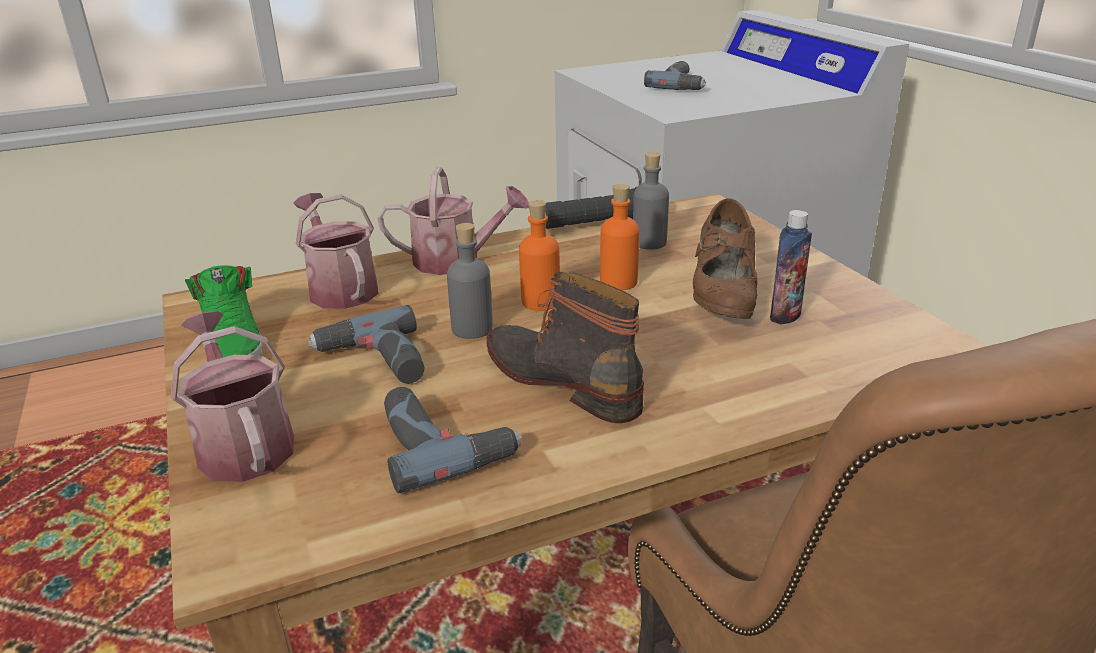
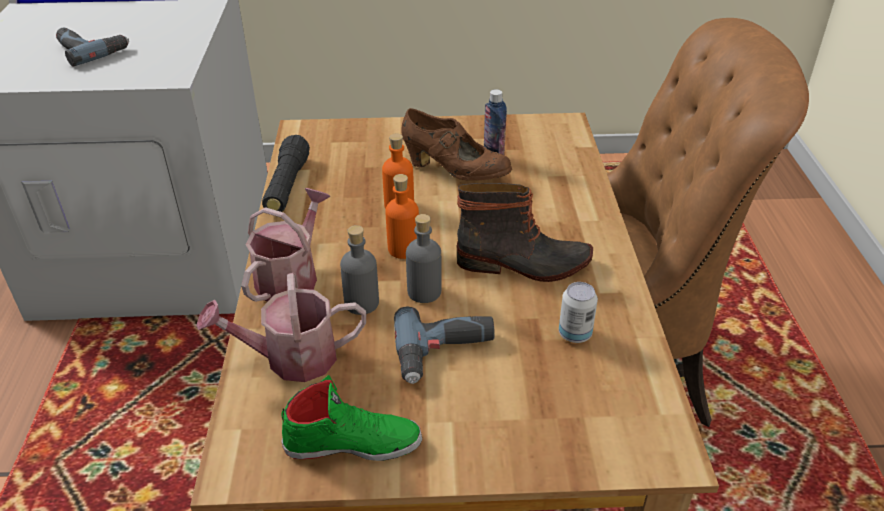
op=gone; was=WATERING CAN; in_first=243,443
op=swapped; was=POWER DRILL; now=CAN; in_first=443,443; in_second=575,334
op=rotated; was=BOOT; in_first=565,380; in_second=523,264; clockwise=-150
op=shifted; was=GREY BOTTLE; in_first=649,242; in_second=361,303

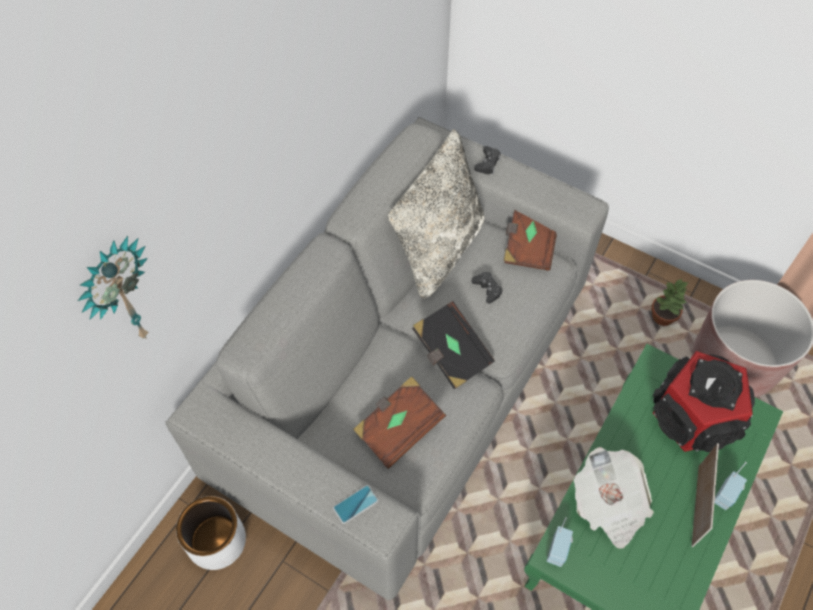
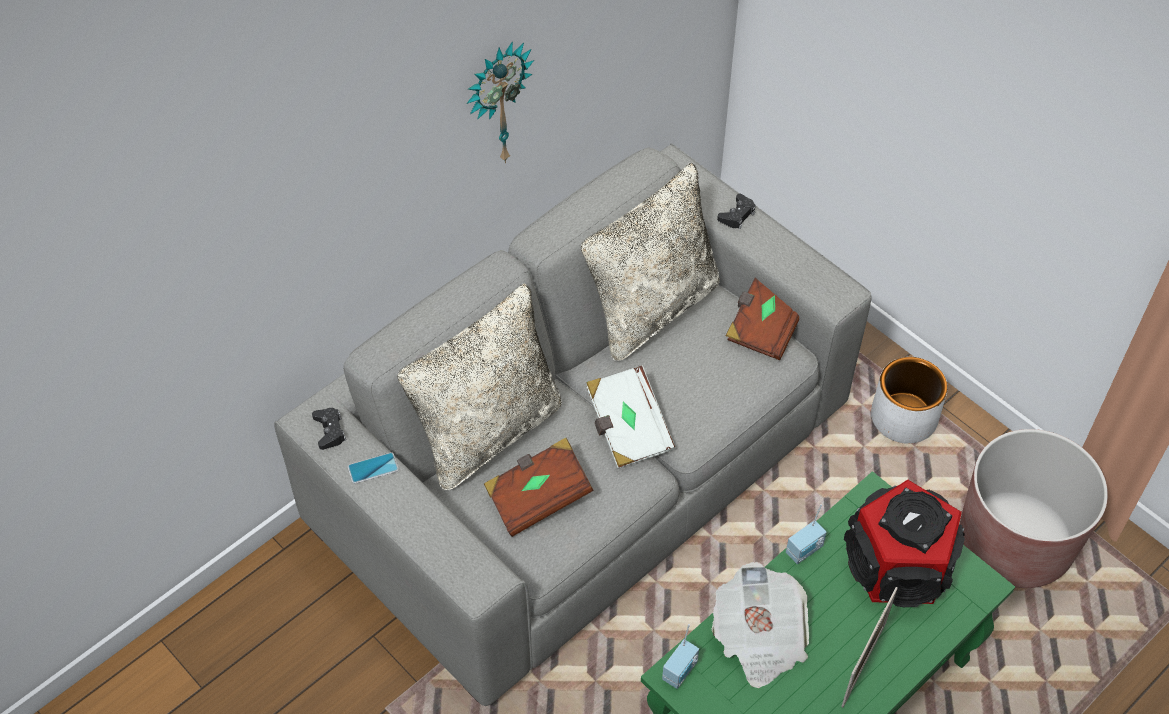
op=shifted; was=WALL CLOCK; in_first=119,295; in_second=497,103
op=shifted; was=WHITE PLANTER; in_first=217,541; in_second=904,417
op=shifted; was=PHONE; in_first=355,504; in_second=373,468
op=repainted; was=BLACK BOOK; now=WHITE BOOK; in_first=451,353; in_second=627,429
op=shifted; was=BLACK GAME CONTROLLER; in_first=487,289; in_second=330,431
op=gone; was=POTTED PLANT; in_first=663,317
op=shifted; was=RADIO; in_first=726,495; in_second=805,551
op=new; now=BEIGE PILLOW; in_second=491,434

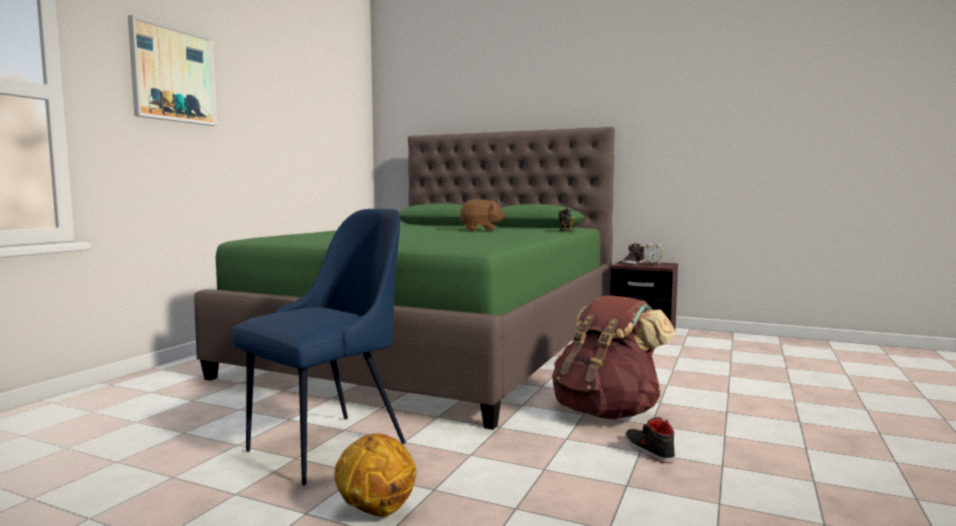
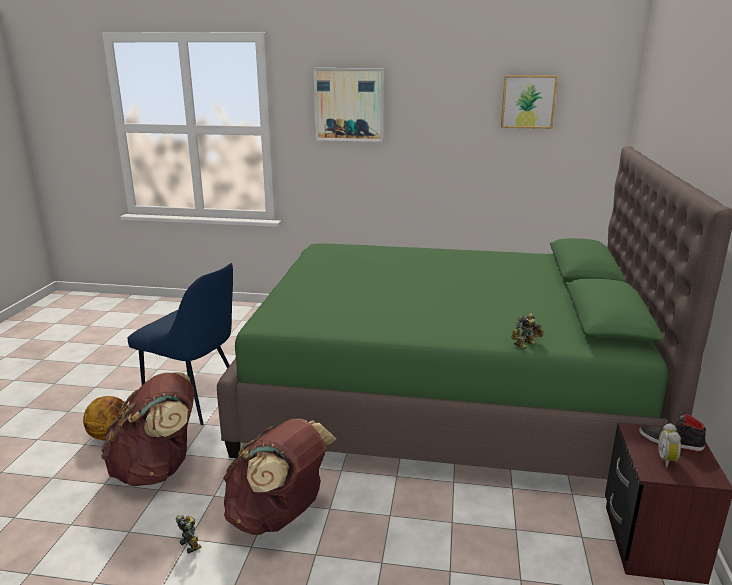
op=gone; was=BROWN PLUSH TOY; in_first=480,230
op=swapped; was=BLACK SHOE; now=TOY ROBOT; in_first=648,450; in_second=192,543
op=new; now=BROWN BACKPACK; in_second=157,469
op=new; now=PICTURE; in_second=528,101

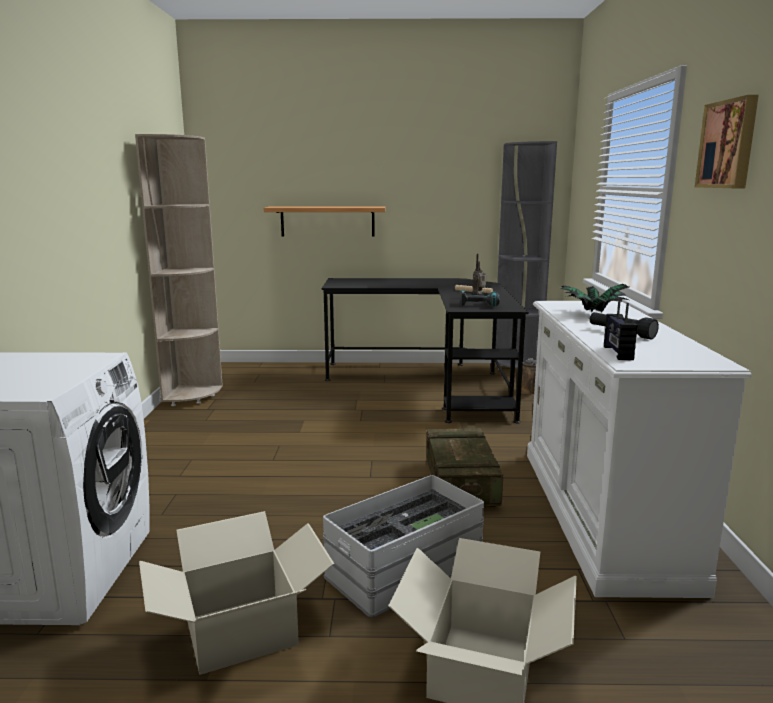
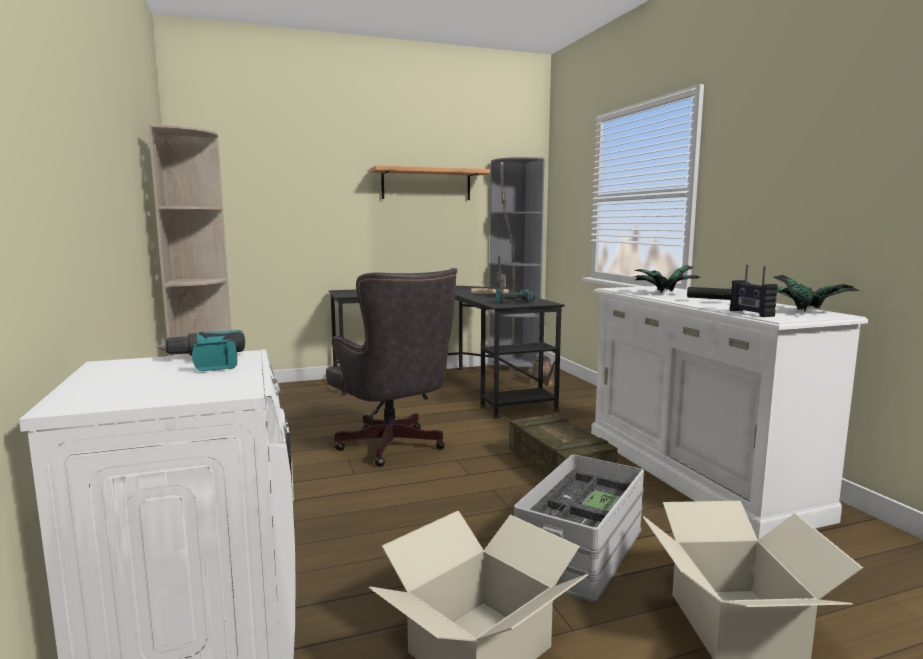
op=shifted; was=SHELF; in_first=327,221; in_second=426,184
op=gone; was=PICTURE; in_first=729,144
op=new; now=POWER DRILL; in_second=205,362
op=new; now=GREY OFFICE CHAIR; in_second=394,447
op=new; now=POTTED PLANT; in_second=808,312

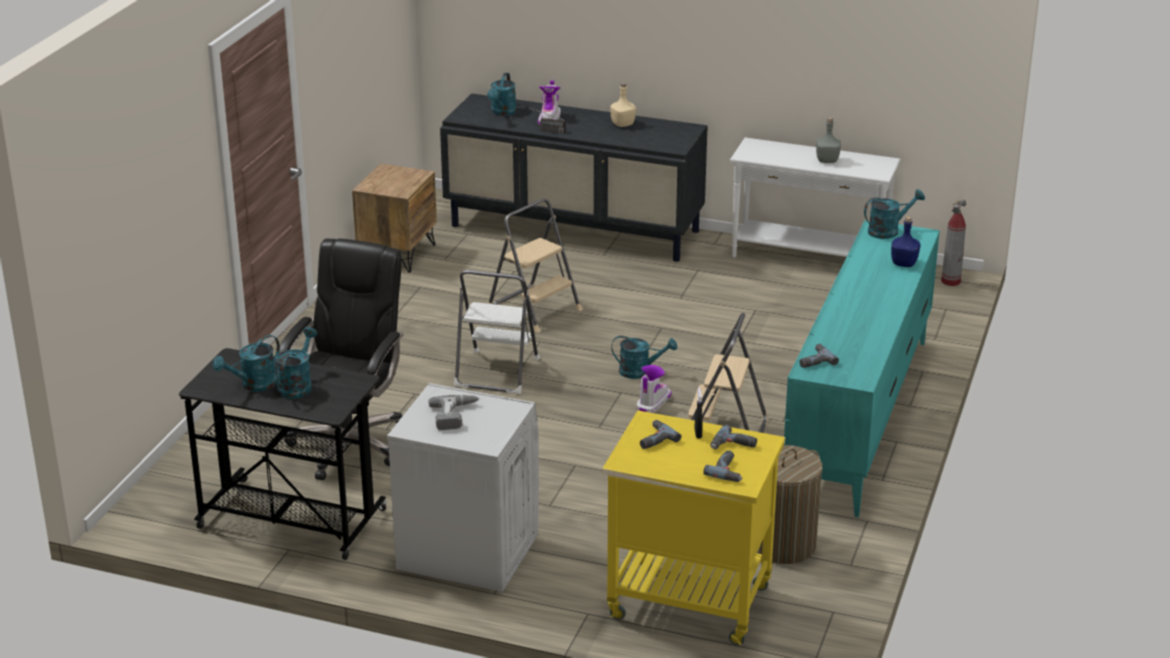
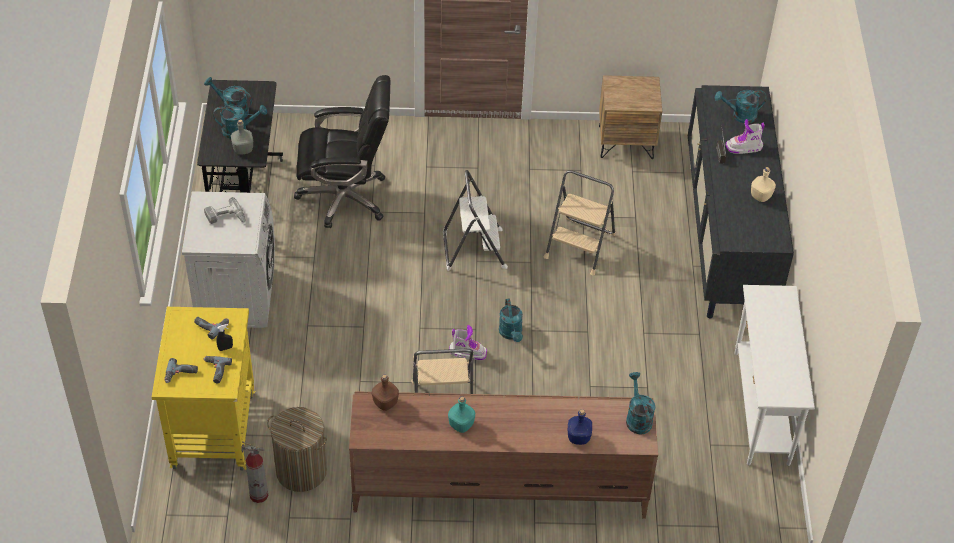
op=repainted; was=TURQUOISE CABINET; now=BROWN CABINET; in_first=860,419; in_second=498,491
op=swapped; was=POWER DRILL; now=BROWN BOTTLE; in_first=814,360; in_second=385,403
op=shifted; was=GREY BOTTLE; in_first=827,160; in_second=243,150
op=rotated; was=TURQUOISE WATERING CAN; in_first=888,231; in_second=637,417; clockwise=-150
op=shifted; was=FIRE EXTINGUISHER; in_first=950,281; in_second=259,495
op=new; now=TURQUOISE BOTTLE; in_second=460,425

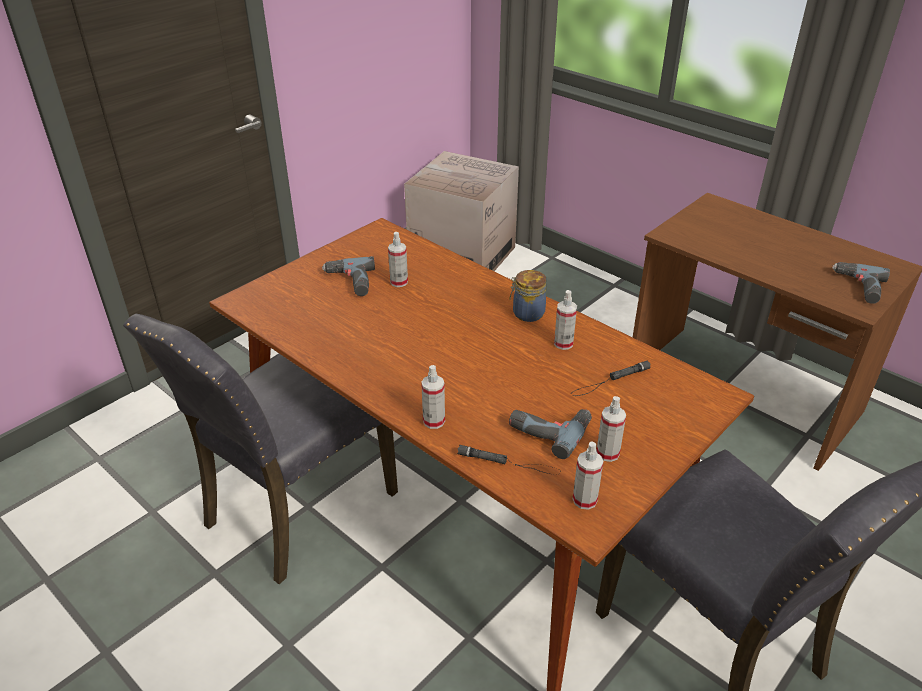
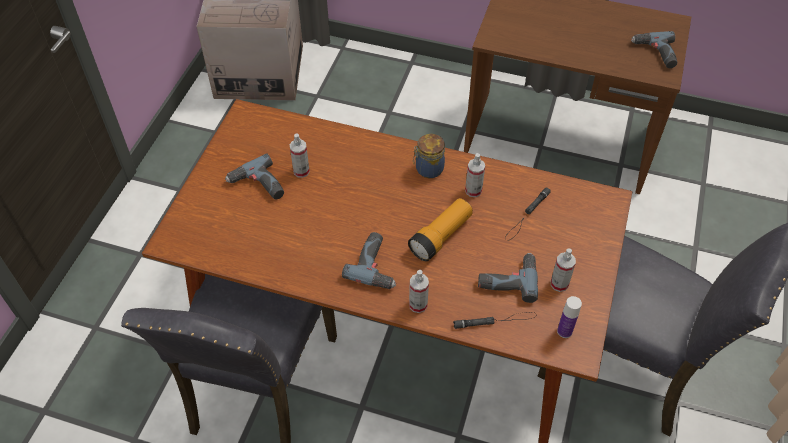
op=swapped; was=SPRAY BOTTLE; now=BOTTLE; in_first=585,500; in_second=564,331
op=new; now=POWER DRILL; in_second=376,265
op=new; now=FLASHLIGHT; in_second=441,236

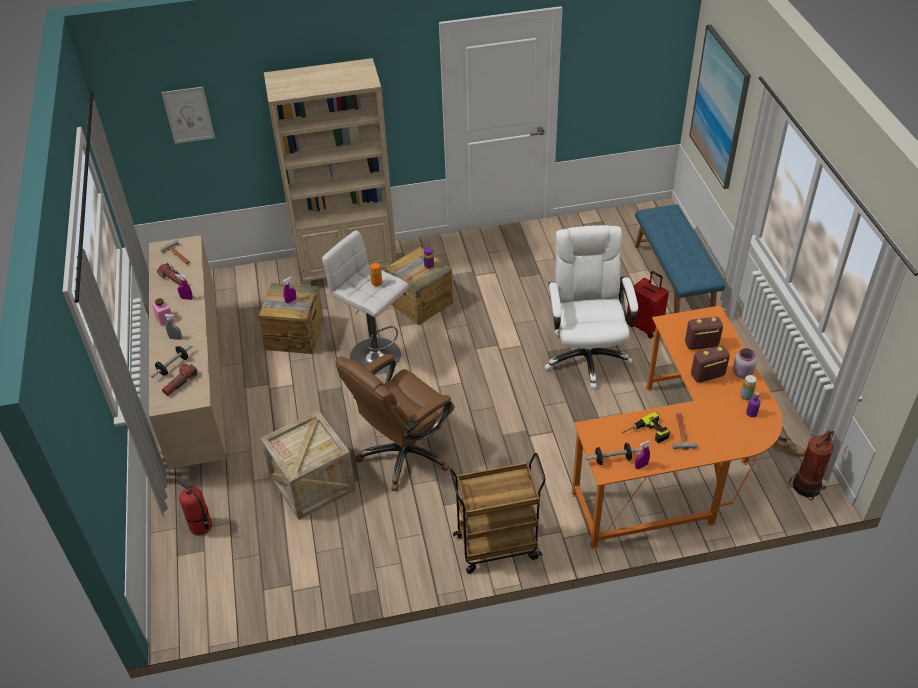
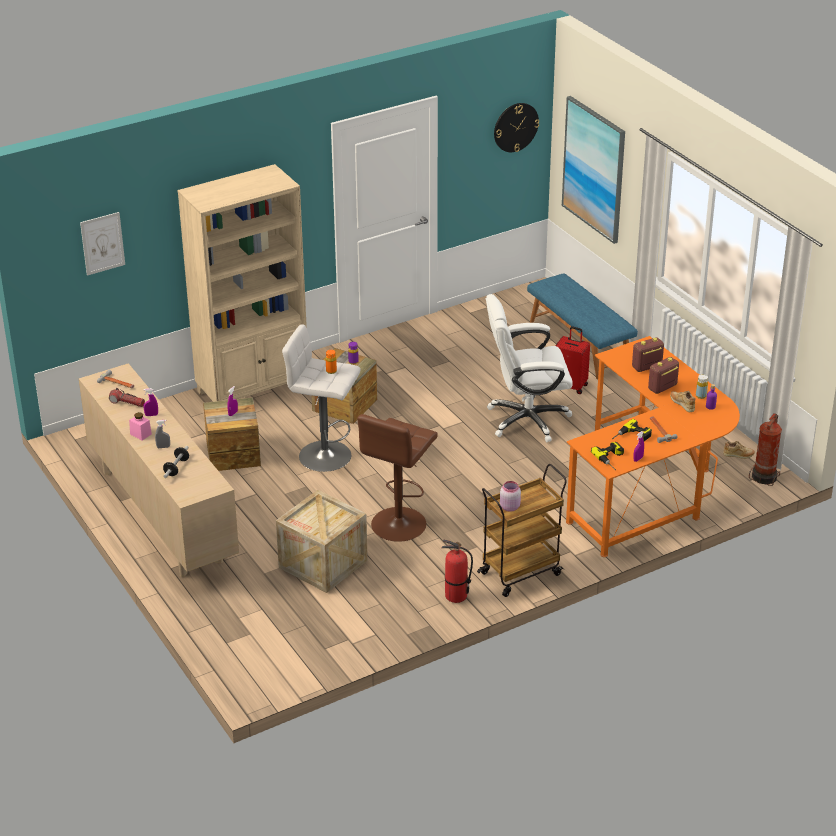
op=gone; was=FLASHLIGHT; in_first=180,383
op=shifted; was=FIRE EXTINGUISHER; in_first=200,526; in_second=455,596
op=swapped; was=BROWN OFFICE CHAIR; now=BROWN STOOL; in_first=404,453; in_second=398,524
op=rotated; was=WHITE OFFICE CHAIR; in_first=586,357; in_second=527,419; clockwise=-75
op=swapped; was=DUMBBELL; now=POWER DRILL; in_first=612,459; in_second=612,459
op=shifted; was=PINK JAR; in_first=742,372; in_second=509,507
op=new; now=WALL CLOCK; in_second=515,127
op=new; now=BEIGE SHOE; in_second=682,405

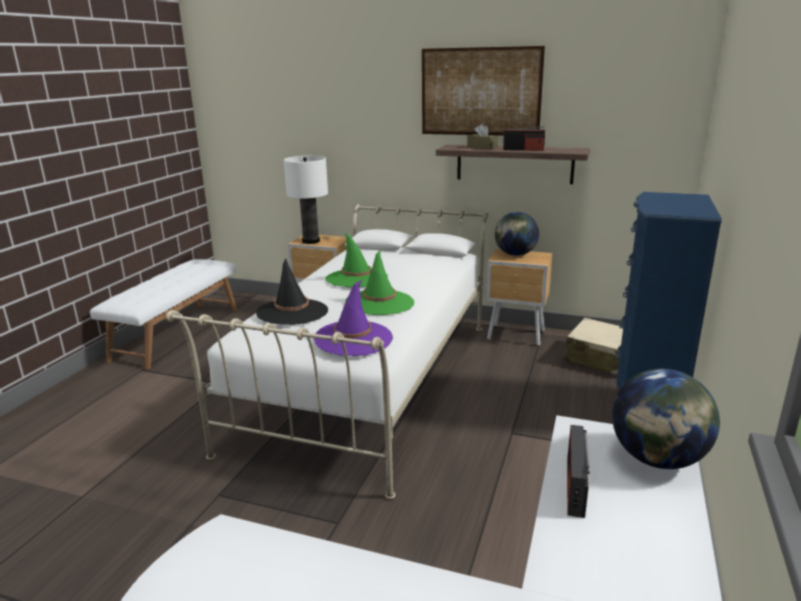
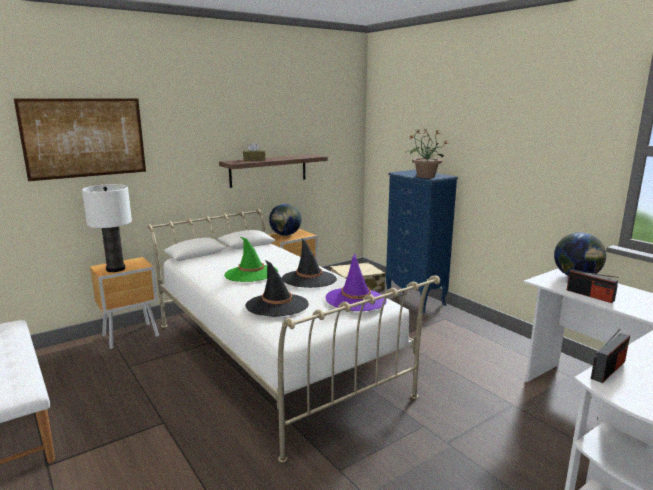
op=repainted; was=GREEN HAT; now=BLACK HAT; in_first=379,303; in_second=309,279
op=shifted; was=PICTURE; in_first=480,92; in_second=85,138
op=shifted; was=RADIO; in_first=523,150; in_second=608,370
op=new; now=POTTED PLANT; in_second=425,176

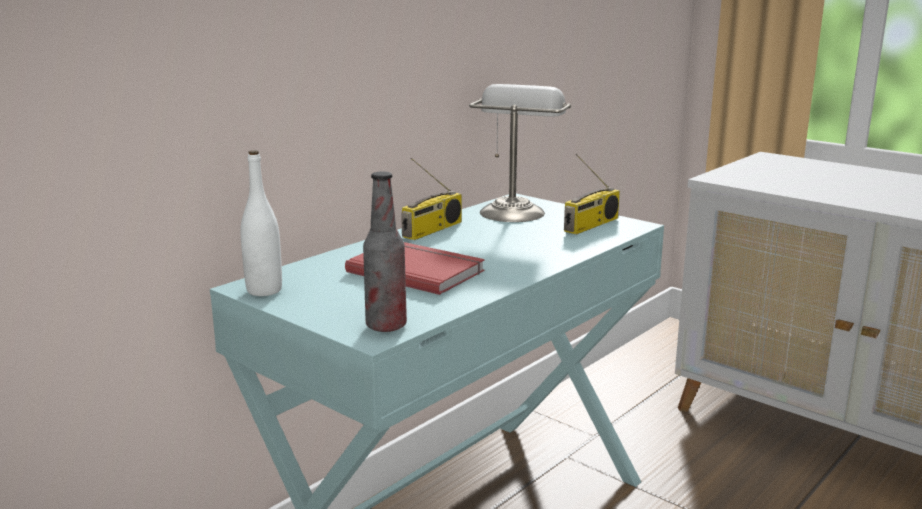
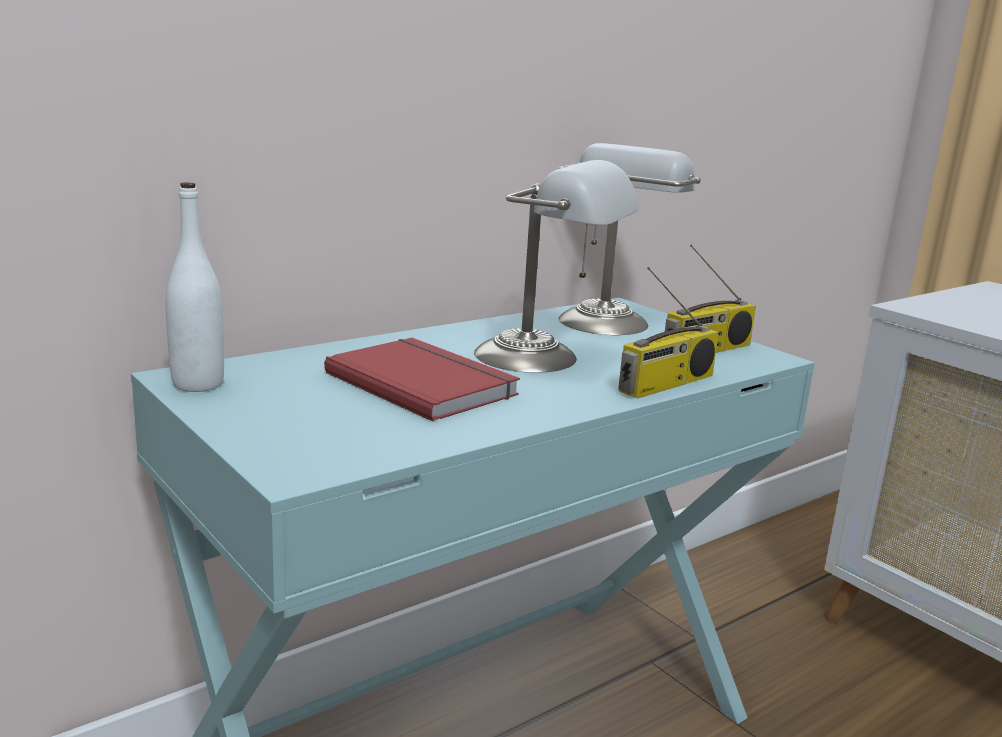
op=gone; was=BOTTLE; in_first=386,326
op=shifted; was=RADIO; in_first=432,230; in_second=666,384
op=new; now=WHITE TABLE LAMP; in_second=547,358

